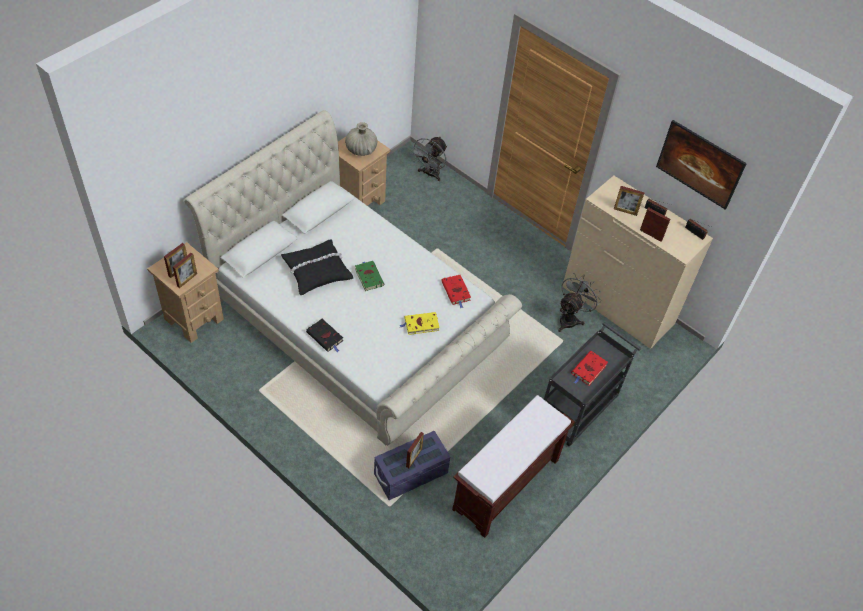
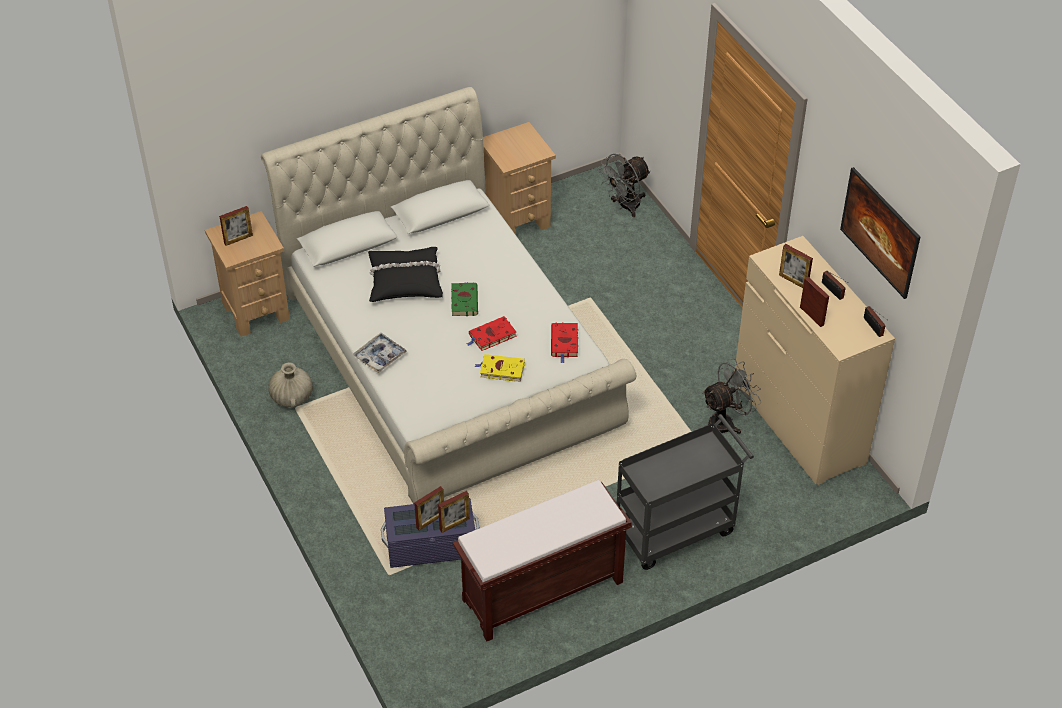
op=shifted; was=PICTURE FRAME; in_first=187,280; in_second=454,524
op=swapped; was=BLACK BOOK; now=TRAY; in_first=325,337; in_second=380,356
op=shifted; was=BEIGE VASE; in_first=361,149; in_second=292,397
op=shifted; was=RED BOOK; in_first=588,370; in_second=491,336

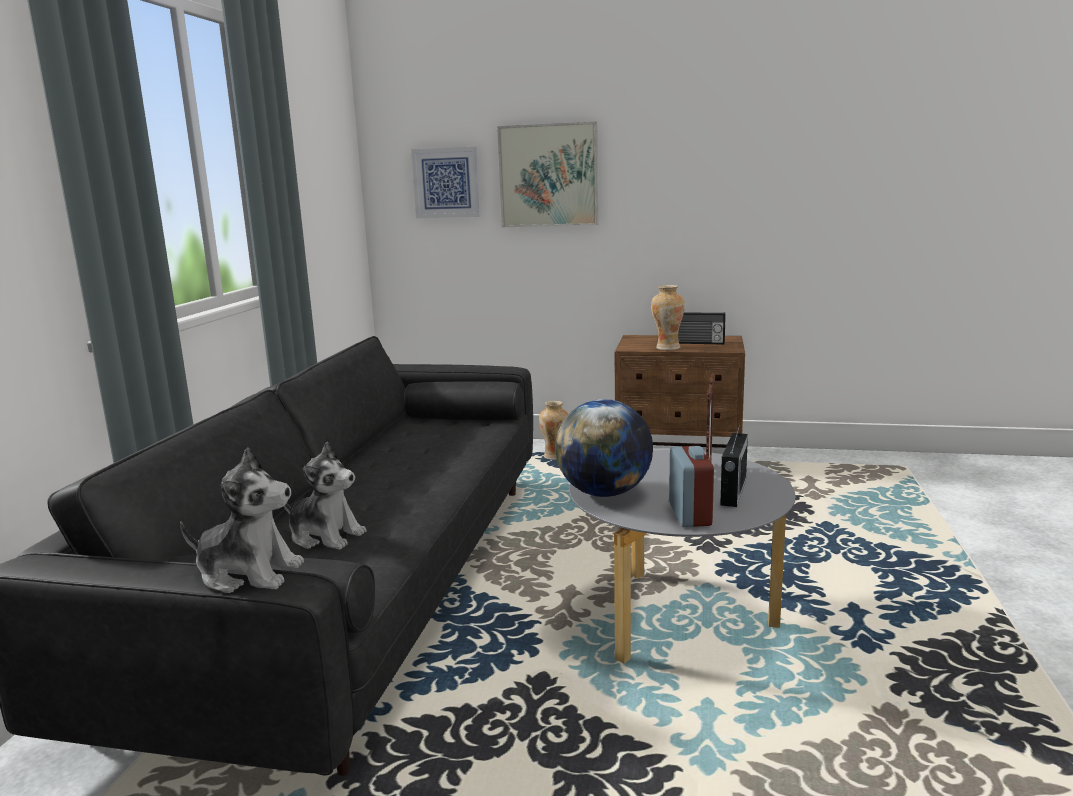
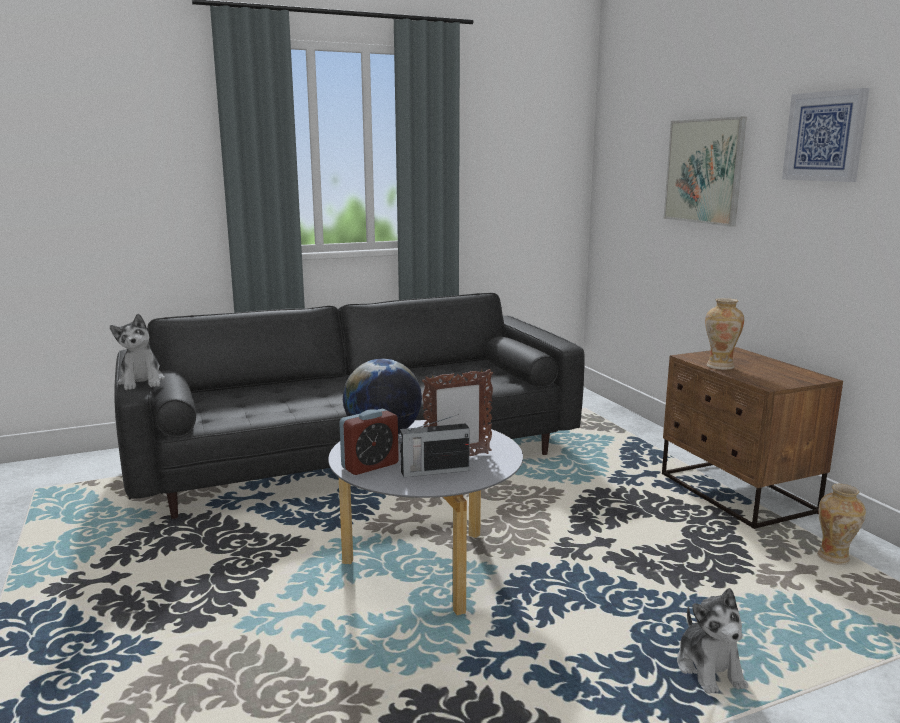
op=shifted; was=PLUSH TOY; in_first=325,536; in_second=709,669
op=shifted; was=PICTURE; in_first=447,183; in_second=825,136
op=shifted; was=VASE; in_first=555,457; in_second=834,559
op=gone; was=RADIO; in_first=696,343

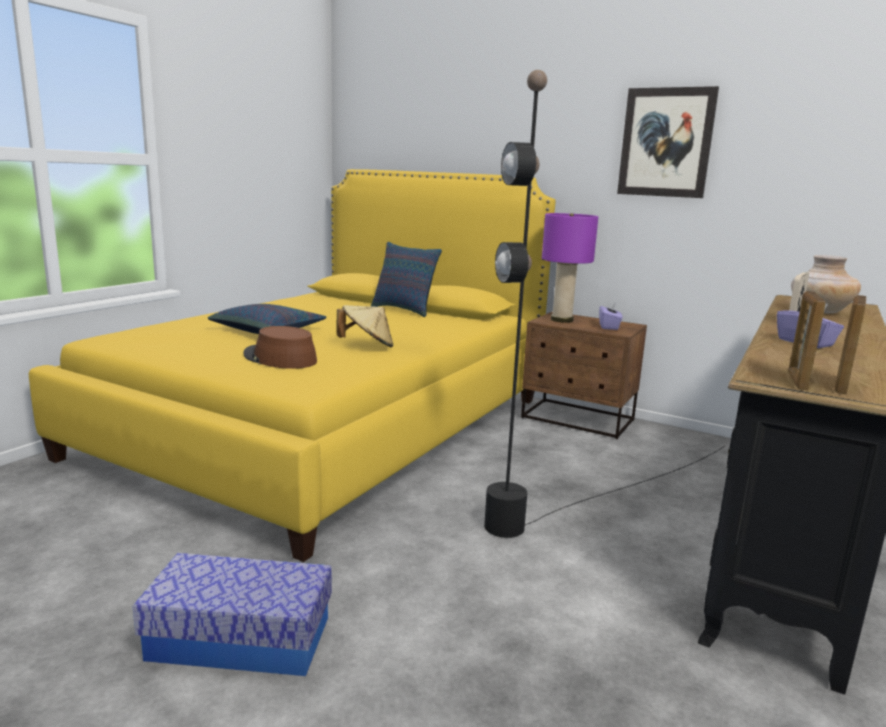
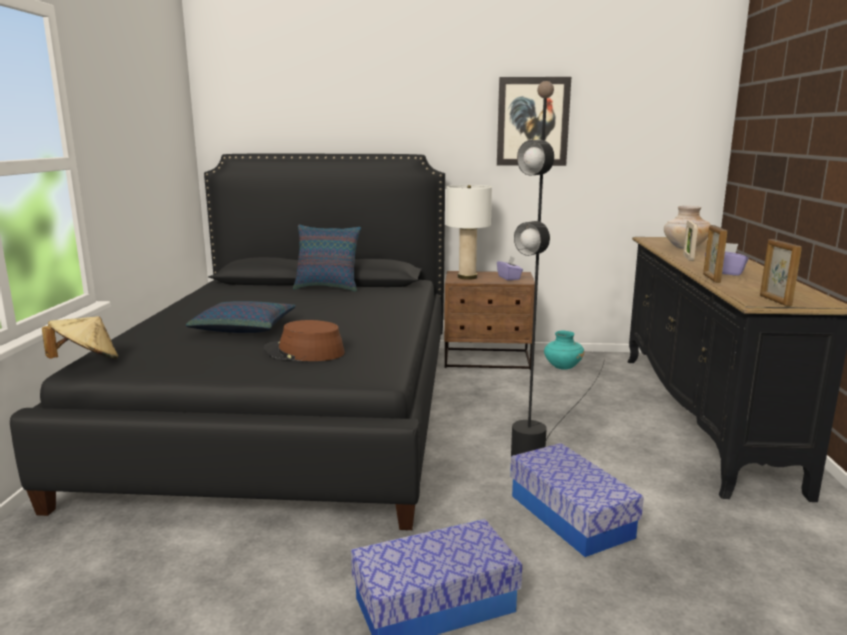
op=repainted; was=YELLOW BED; now=BLACK BED; in_first=327,425; in_second=291,410
op=shifted; was=BEIGE HAT; in_first=367,346; in_second=86,361
op=repainted; was=PURPLE TABLE LAMP; now=WHITE TABLE LAMP; in_first=561,320; in_second=467,277
op=shifted; was=PICTURE FRAME; in_first=841,385; in_second=711,279
op=new; now=STORAGE BOX; in_second=571,516
op=new; now=TURQUOISE VASE; in_second=562,367

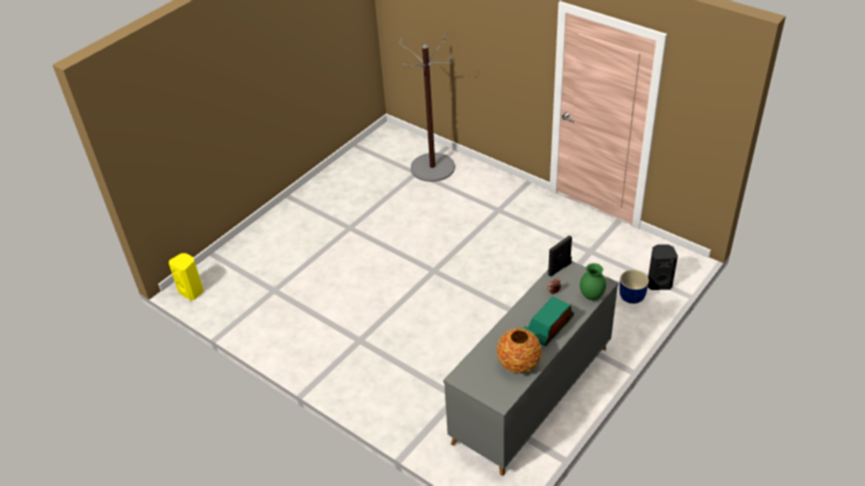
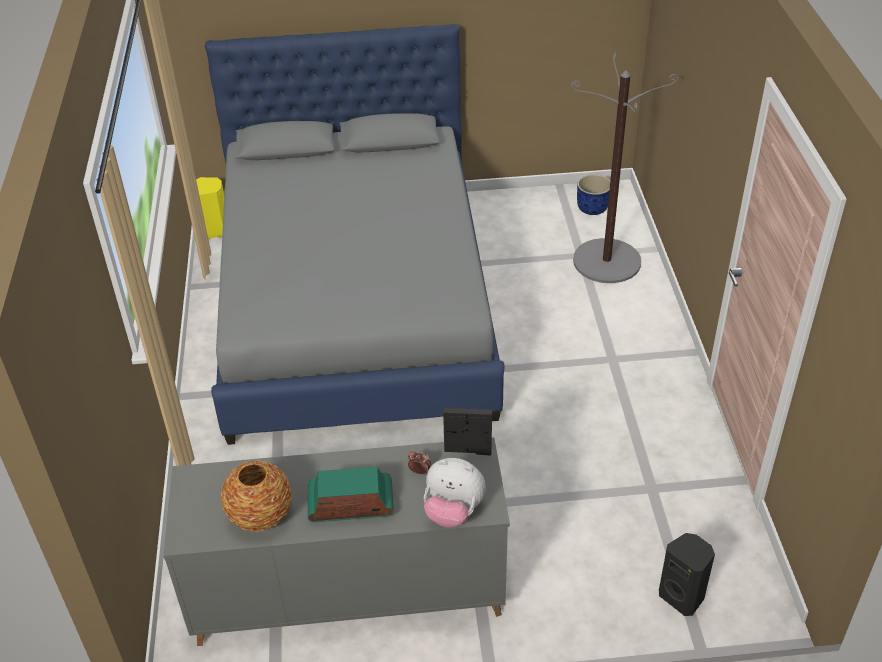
op=swapped; was=GREEN VASE; now=PLUSH TOY; in_first=591,296; in_second=453,511
op=shifted; was=BLUE PLANTER; in_first=632,296; in_second=592,208
op=new; now=GREY BED; in_second=355,304

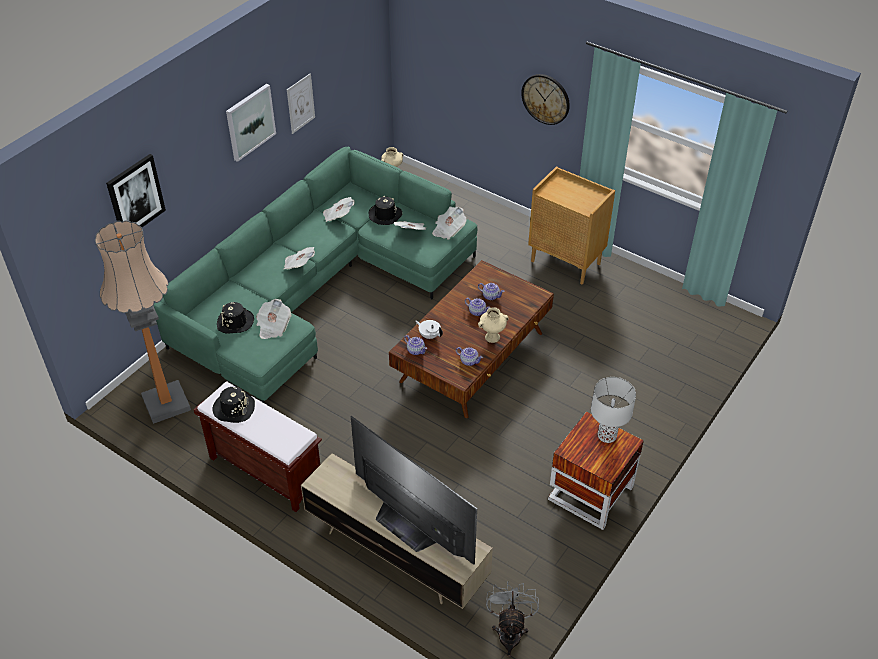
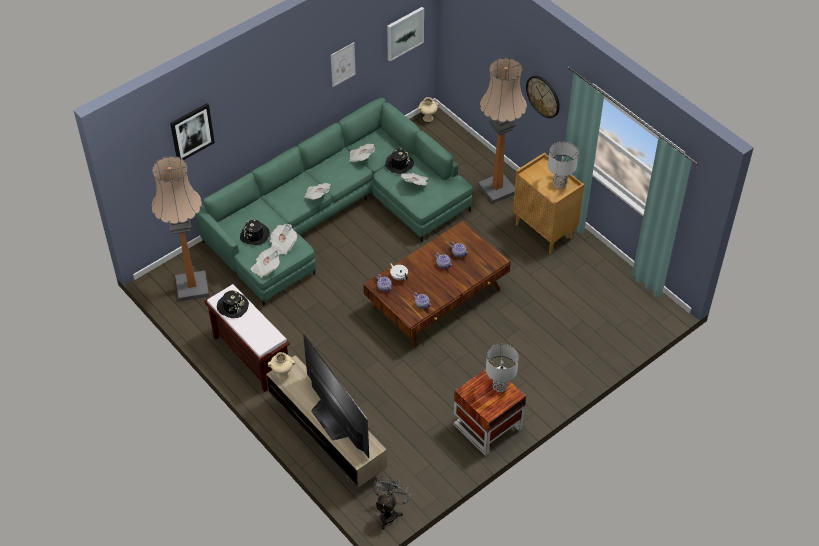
op=shifted; was=PICTURE; in_first=250,122; in_second=404,33
op=shifted; was=NEWSPAPER; in_first=448,230; in_second=266,267
op=shifted; was=BEIGE VASE; in_first=492,337; in_second=283,374
op=new; now=FLOOR LAMP; in_second=497,189
op=new; now=WHITE TABLE LAMP; in_second=560,184

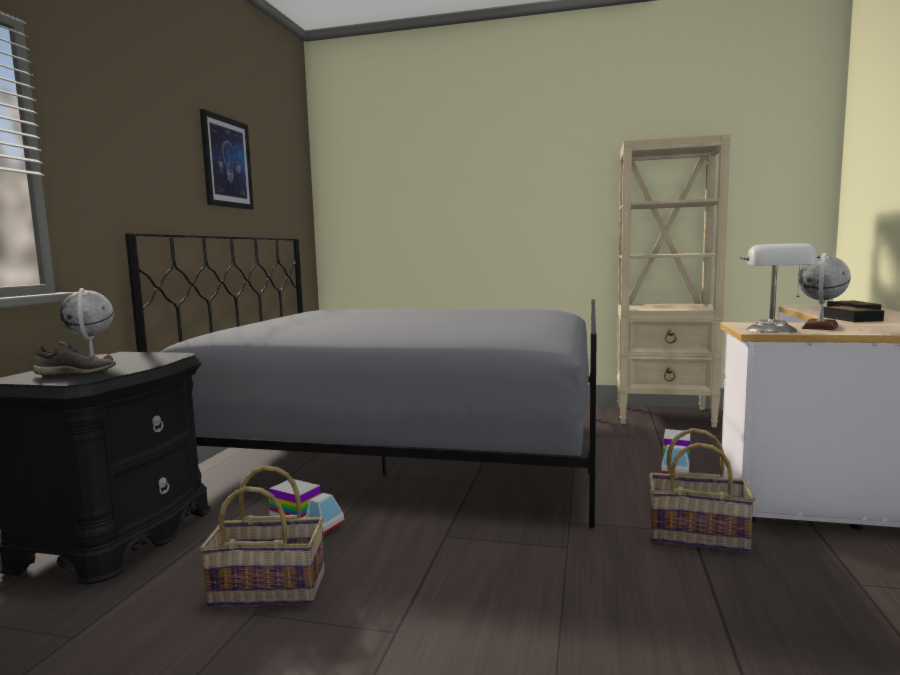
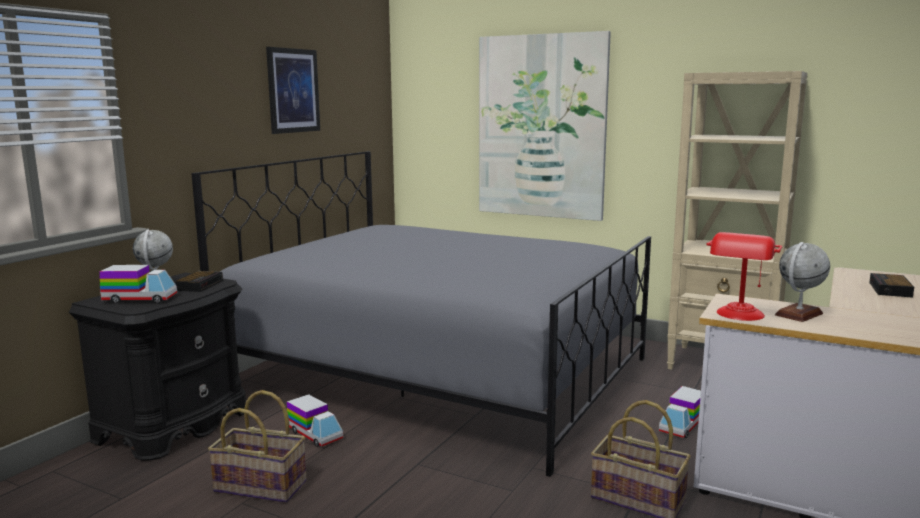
op=swapped; was=GREY SHOE; now=TOY TRUCK; in_first=76,373; in_second=140,299
op=repainted; was=WHITE TABLE LAMP; now=RED TABLE LAMP; in_first=775,331; in_second=739,316
op=shifted; was=ALARM CLOCK; in_first=849,318; in_second=200,285
op=new; now=PICTURE; in_second=541,127

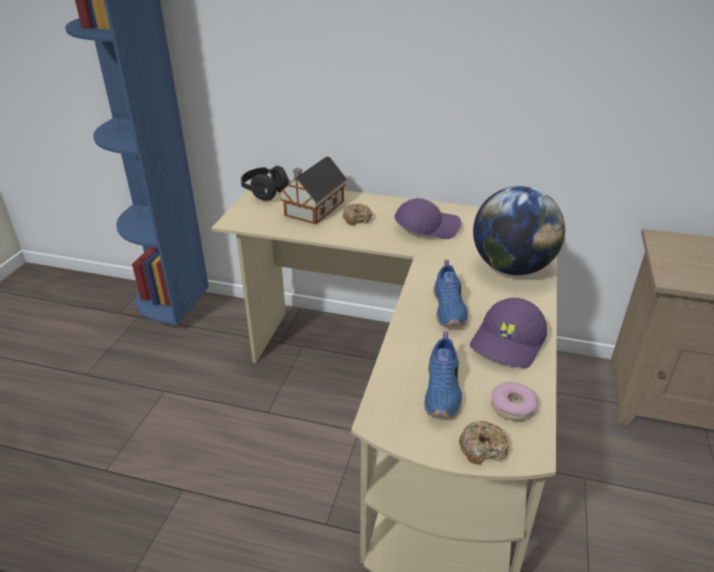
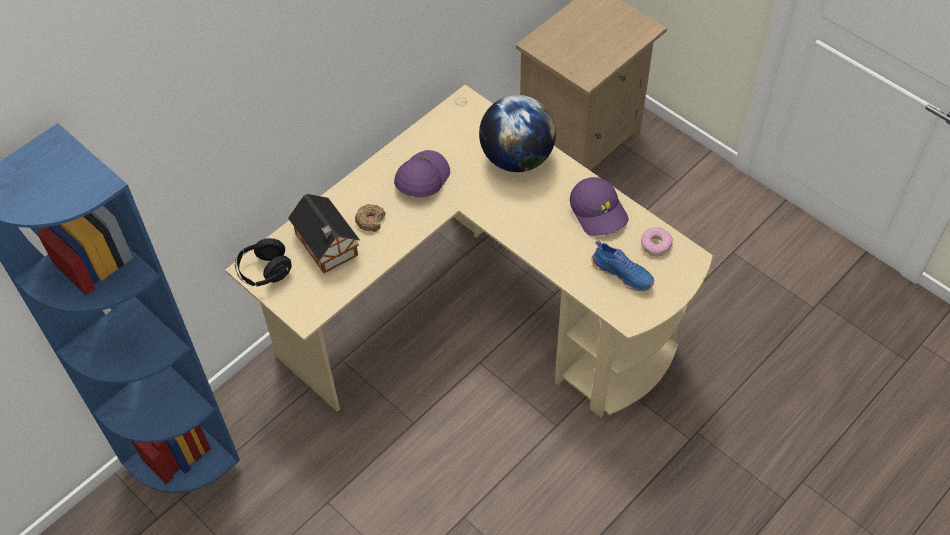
op=gone; was=BLUE SHOE; in_first=449,309
op=gone; was=DONUT; in_first=482,448

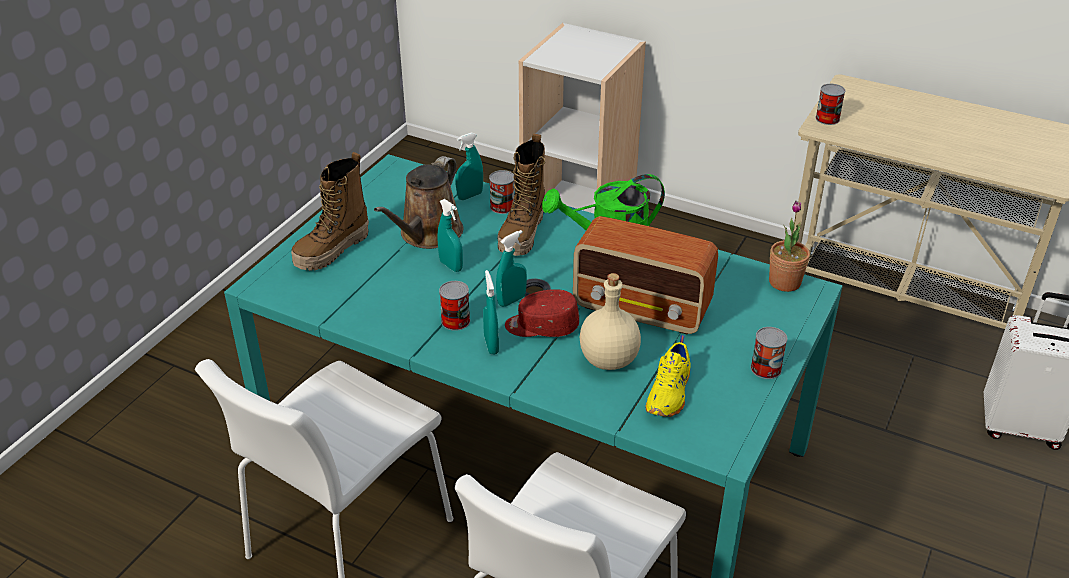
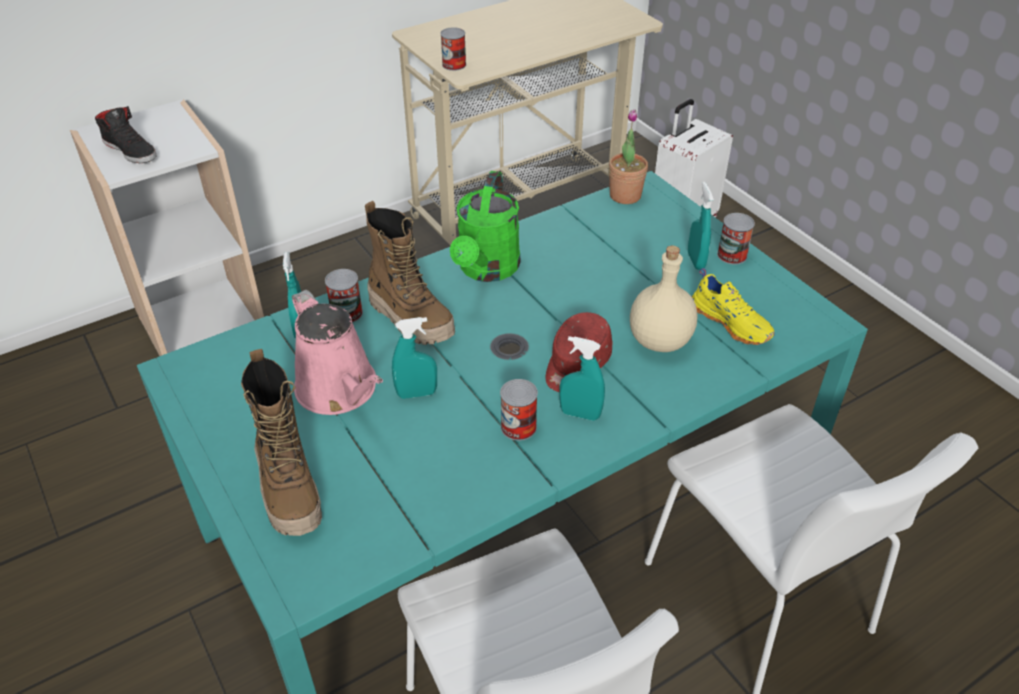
op=repainted; was=BROWN WATERING CAN; now=PINK WATERING CAN; in_first=428,234; in_second=340,390
op=shifted; was=TURQUOISE SPRAY BOTTLE; in_first=511,300; in_second=696,261
op=gone; was=RADIO; in_first=643,309
op=new; now=BLACK SHOE; in_second=131,150

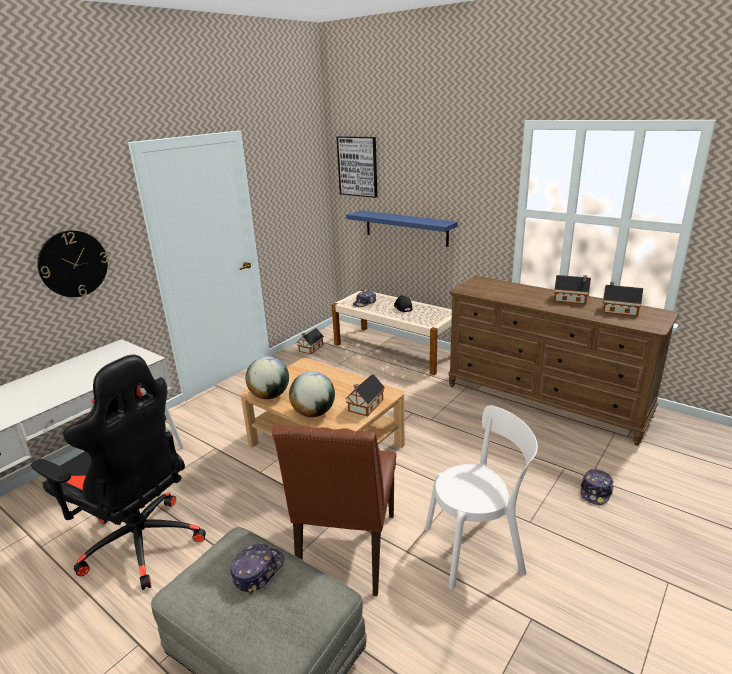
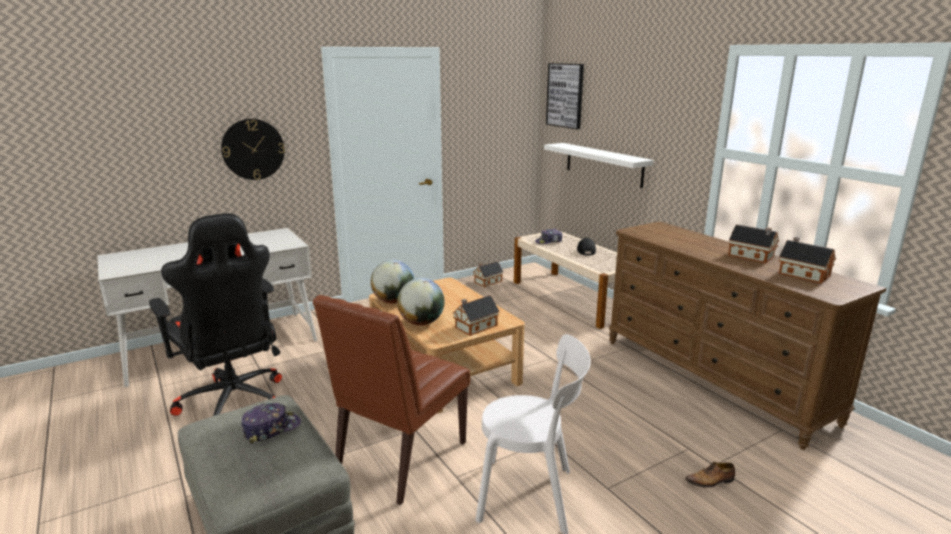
op=repainted; was=BLUE SHELF; now=WHITE SHELF; in_first=406,228; in_second=603,164
op=swapped; was=CAP; now=SHOE; in_first=596,491; in_second=711,481

